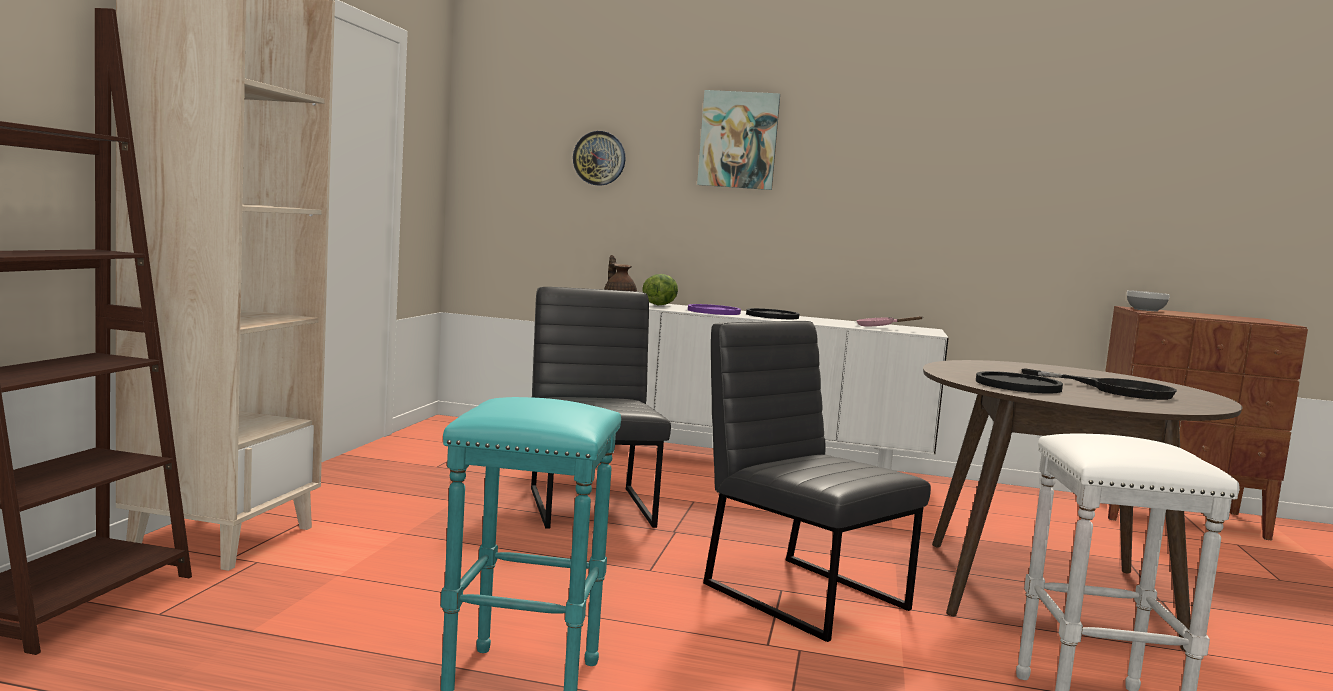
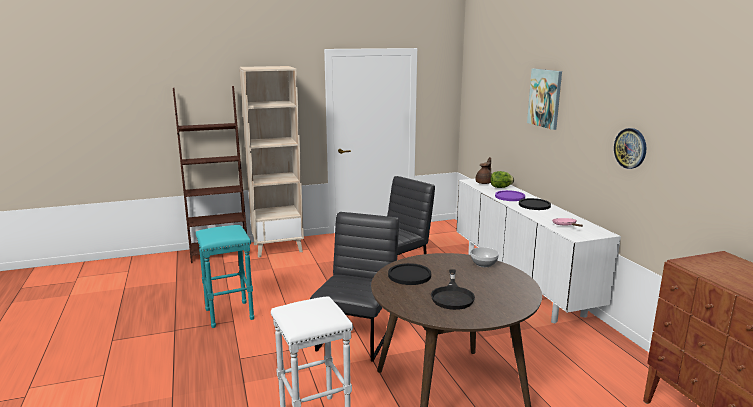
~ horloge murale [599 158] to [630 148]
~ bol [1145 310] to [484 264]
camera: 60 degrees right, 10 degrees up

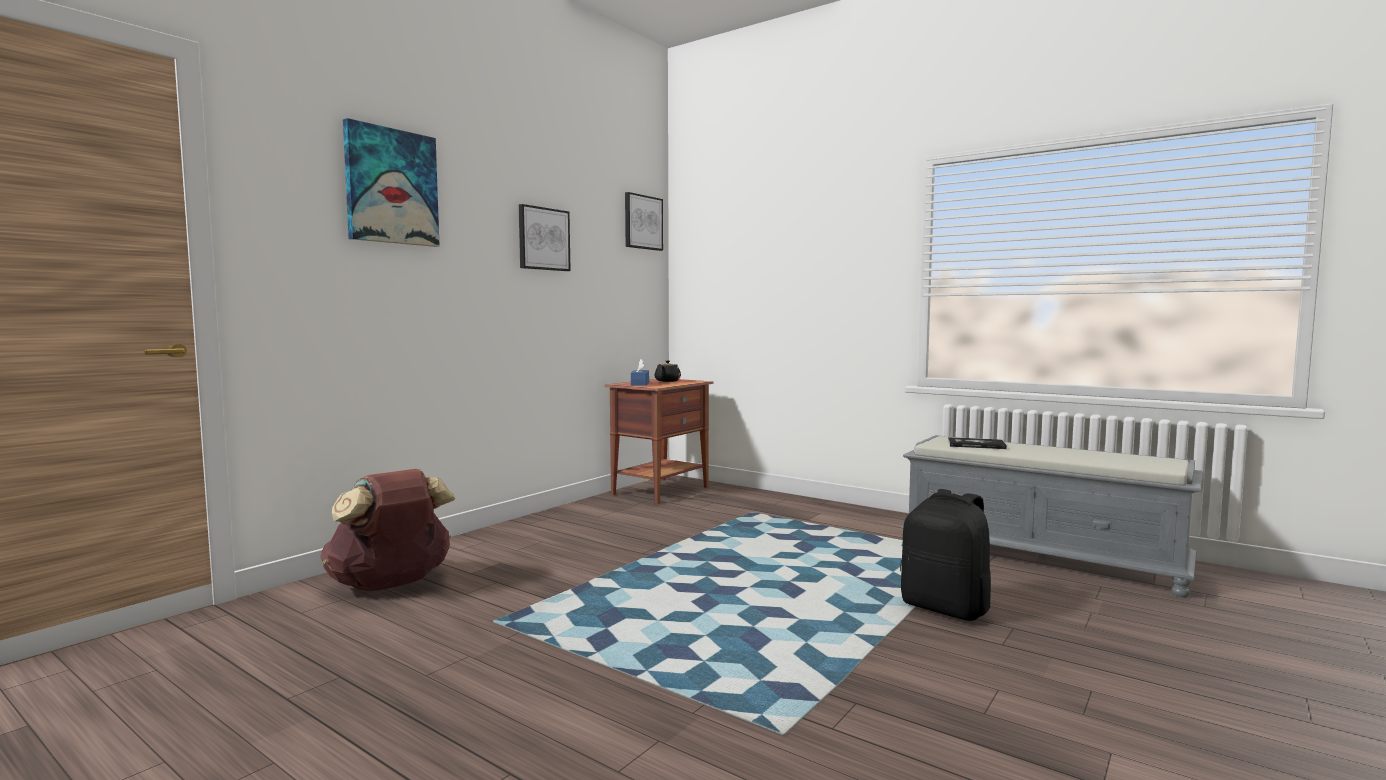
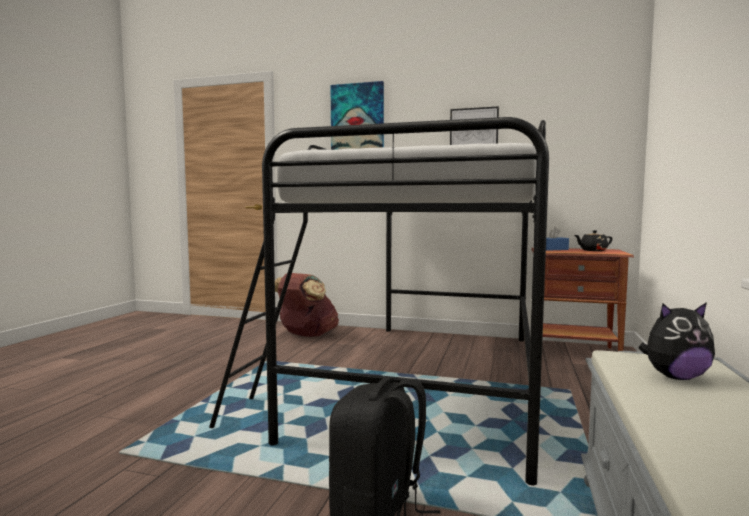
- tableau [642 222]
+ lit (noir) [427 379]
~ livre [976 445] to peluche [675 377]
camera: 70 degrees right, 0 degrees up

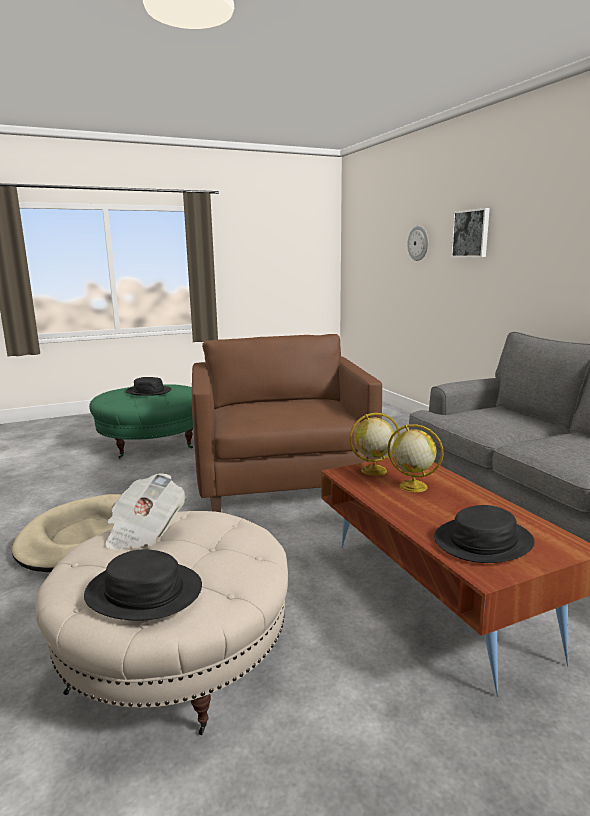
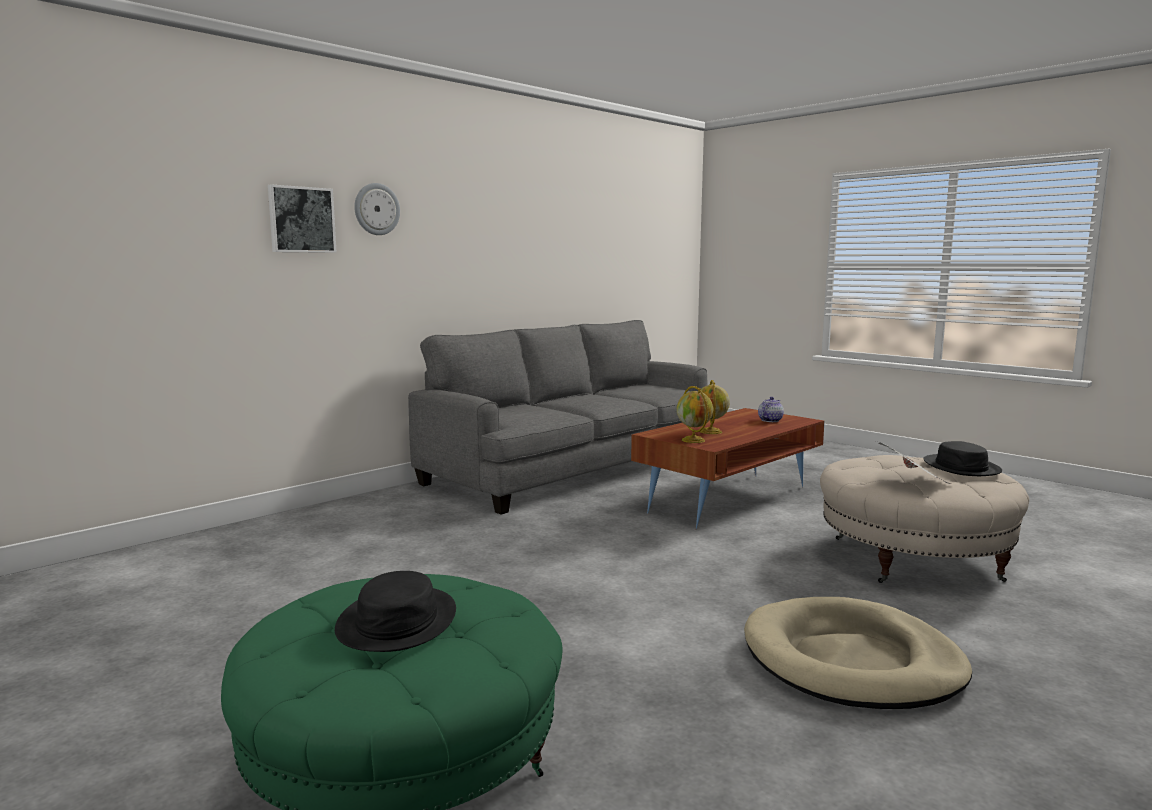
- fauteuil (marron) [282 480]
~ horloge murale [418 243] to [376 209]
~ chapeau (noir) [483 541] to théière [770 420]
camera: 110 degrees left, 5 degrees down

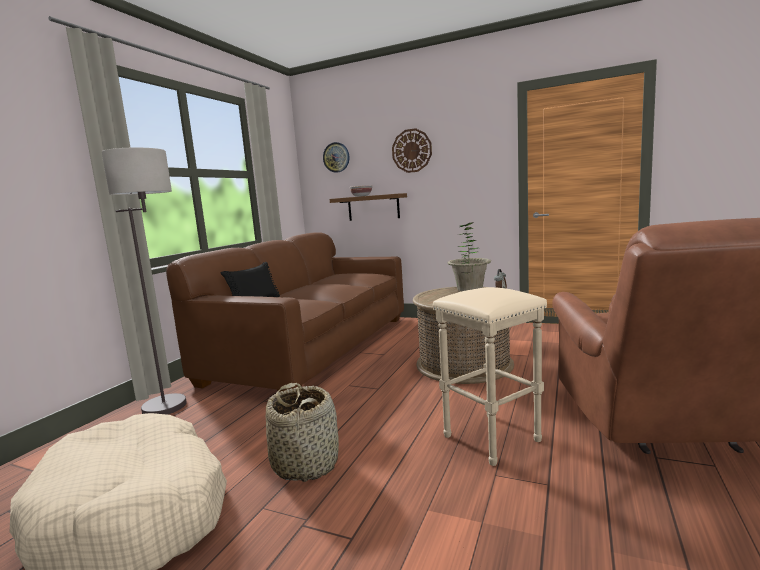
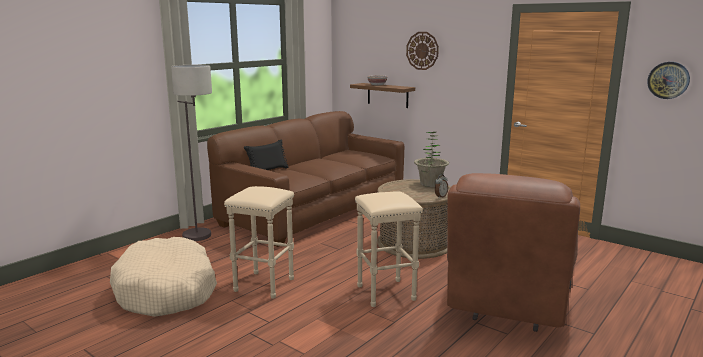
~ horloge murale [336 157] to [668 80]
~ panier [306 463] to tabouret (beige) [265 284]
camera: 15 degrees right, 5 degrees up

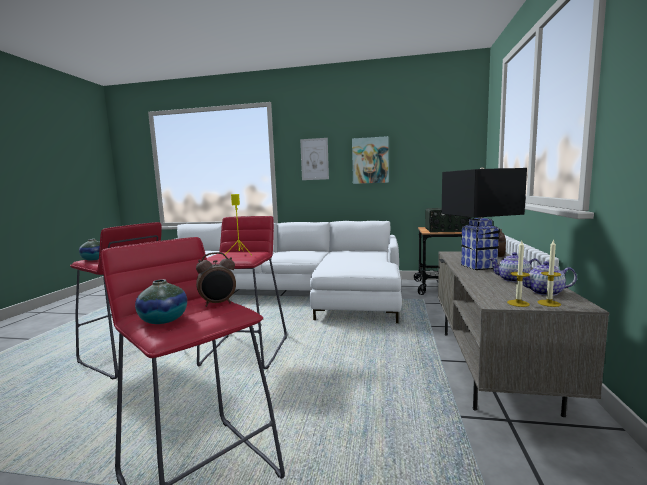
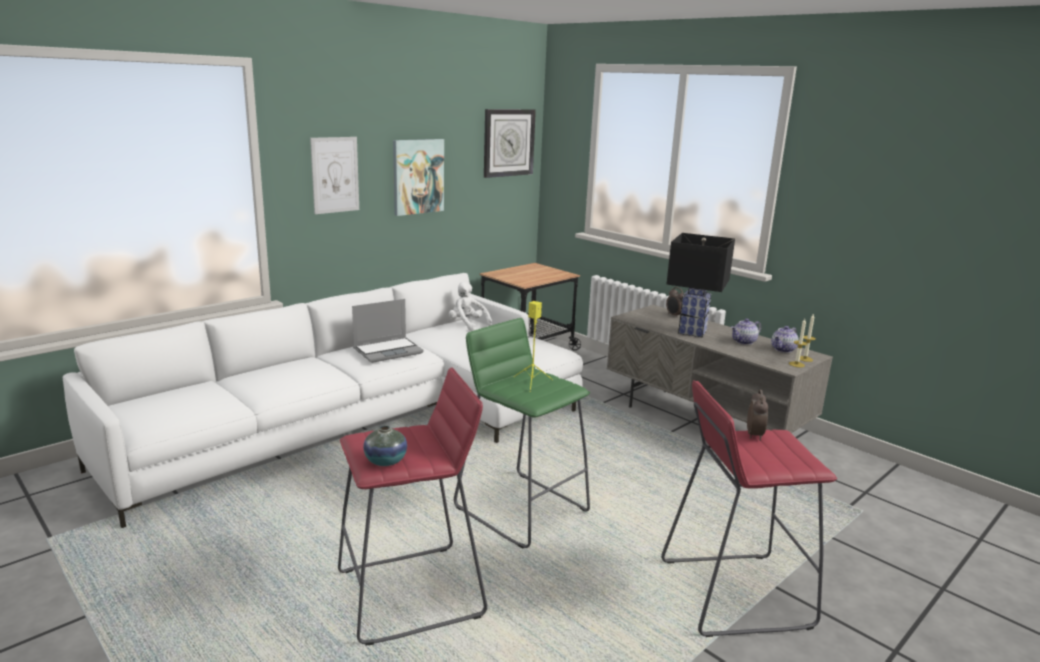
- vase [163 320]
- radio [447 230]
+ ordinateur portable [388 351]
+ peluche (blanc) [467 325]
+ horloge murale [508 142]
~ tabouret (rouge) [246 350] to tabouret (vert) [521 508]
camera: 55 degrees left, 10 degrees up

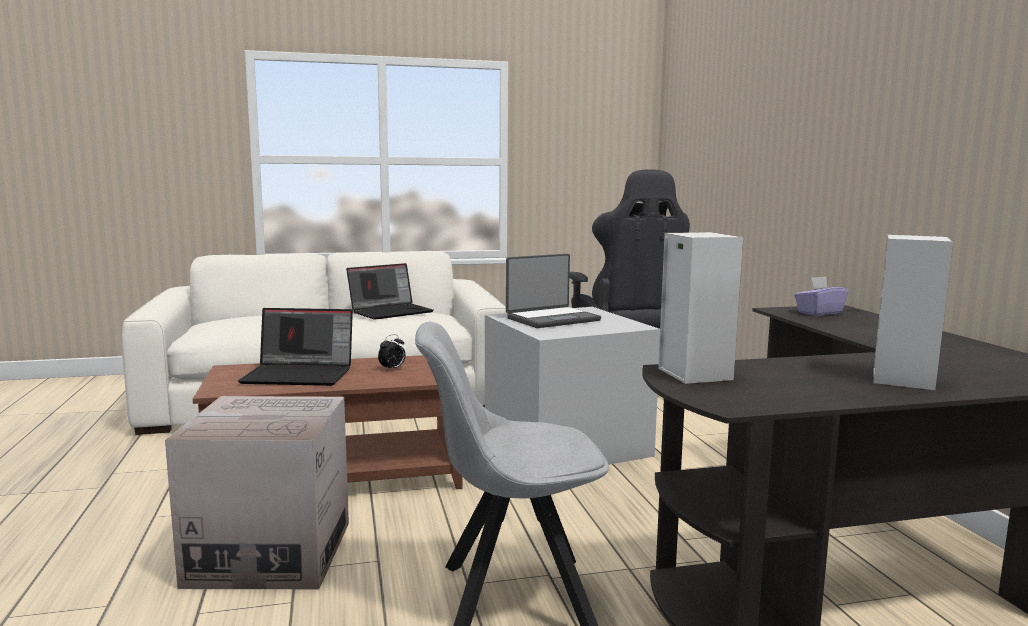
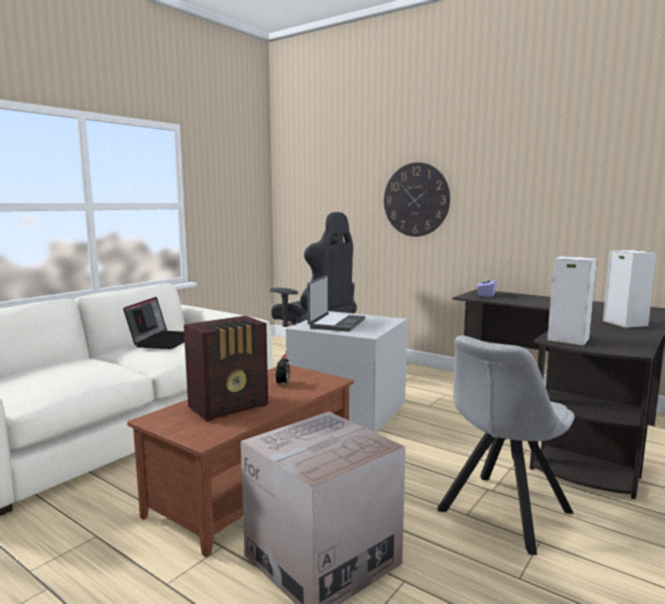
+ horloge murale [416 200]
~ ordinateur portable [300 375] to radio [230 406]
camera: 40 degrees left, 0 degrees up

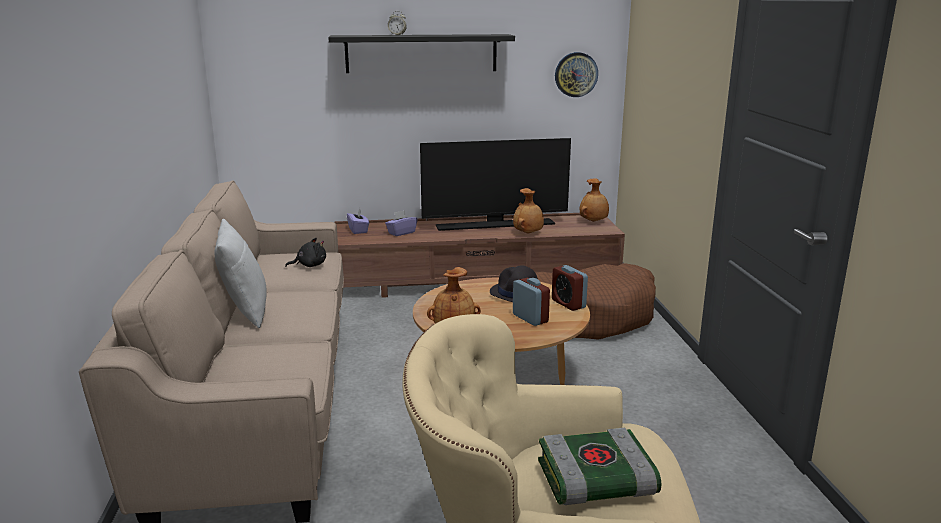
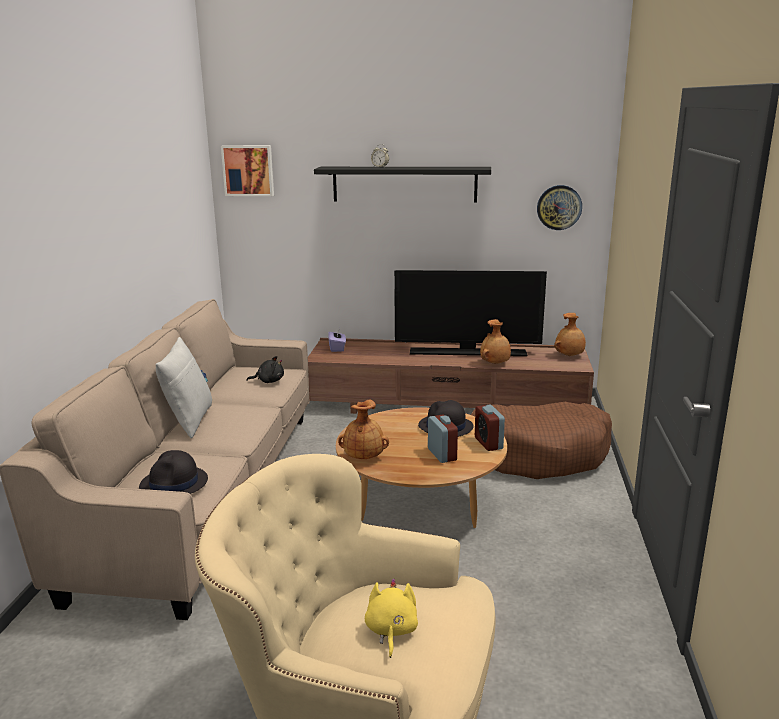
- boîte à mouchoirs (violet) [401 233]
+ chapeau (noir) [174 484]
+ tableau [248 170]
~ livre [595 481] to peluche (jaune) [391 631]
camera: 15 degrees right, 0 degrees up

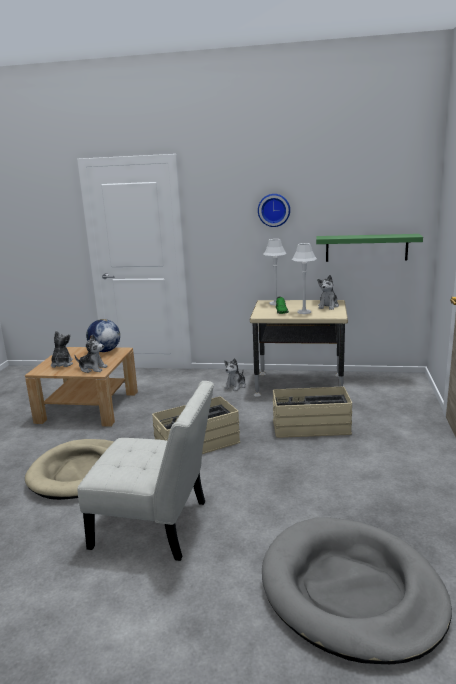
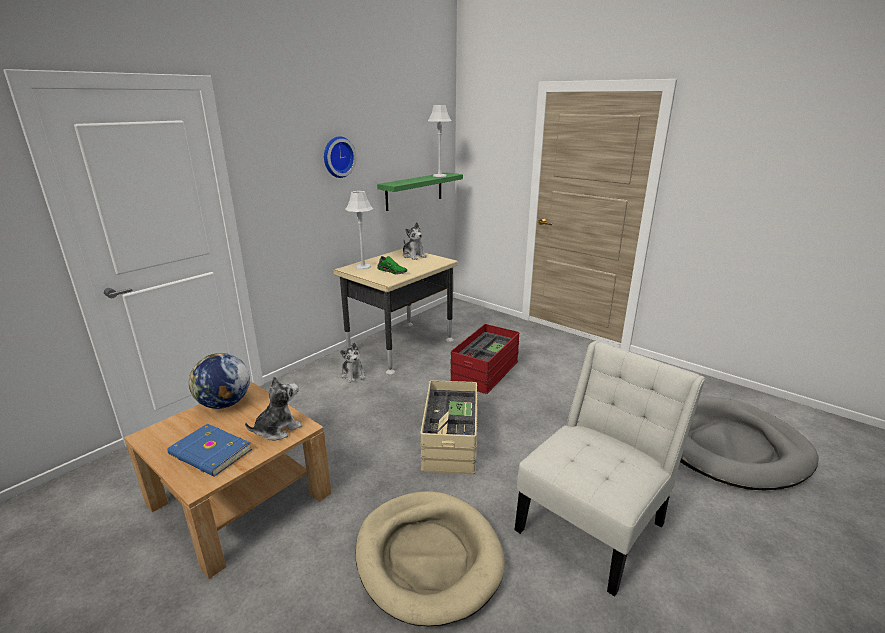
~ lampe de table (gris) [304 312] to [439 175]
~ peluche [62 364] to livre (bleu) [210 453]
~ boîte de rangement (beige) [310 426] to boîte de rangement (rouge) [485 371]
camera: 60 degrees left, 5 degrees up

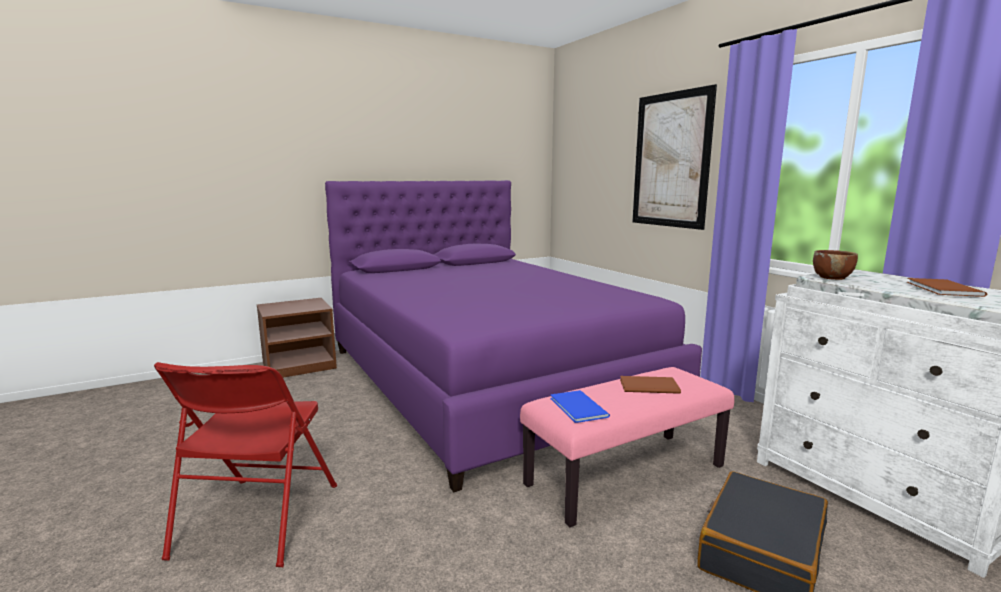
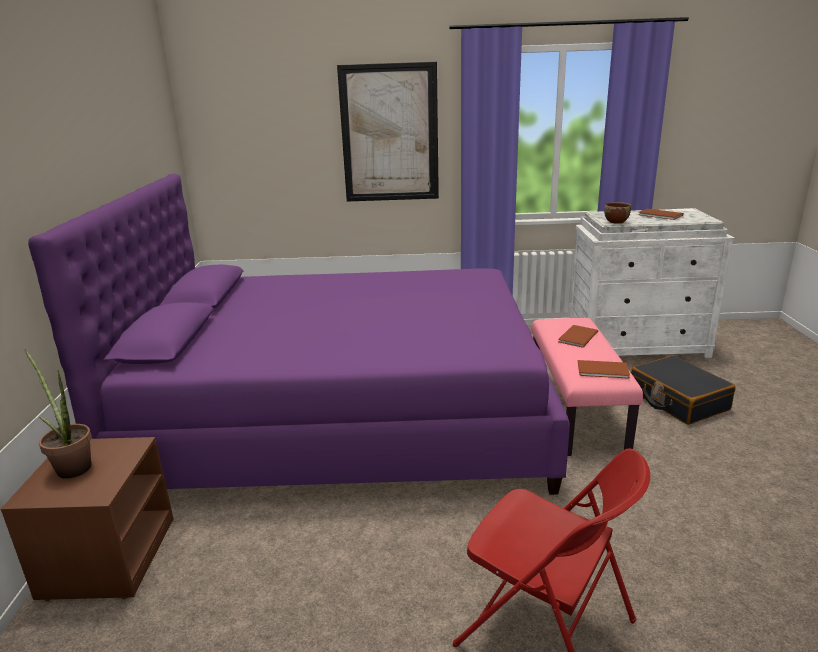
+ plante en pot [71 466]
~ livre (bleu) [577 408] to livre (marron) [604 371]
camera: 60 degrees left, 10 degrees up

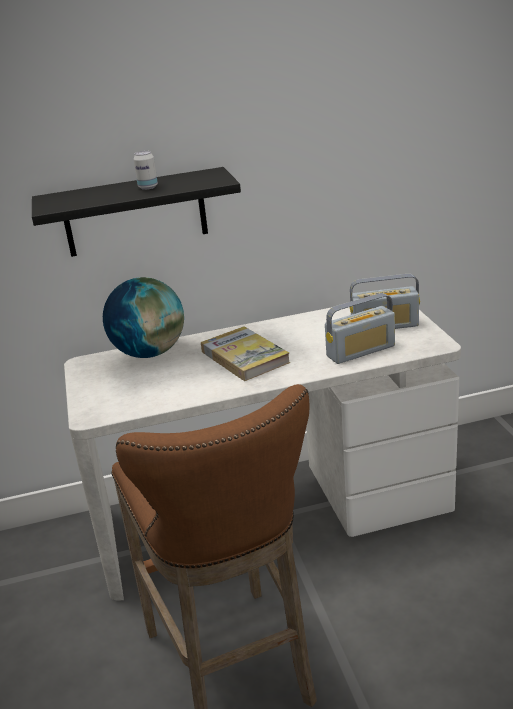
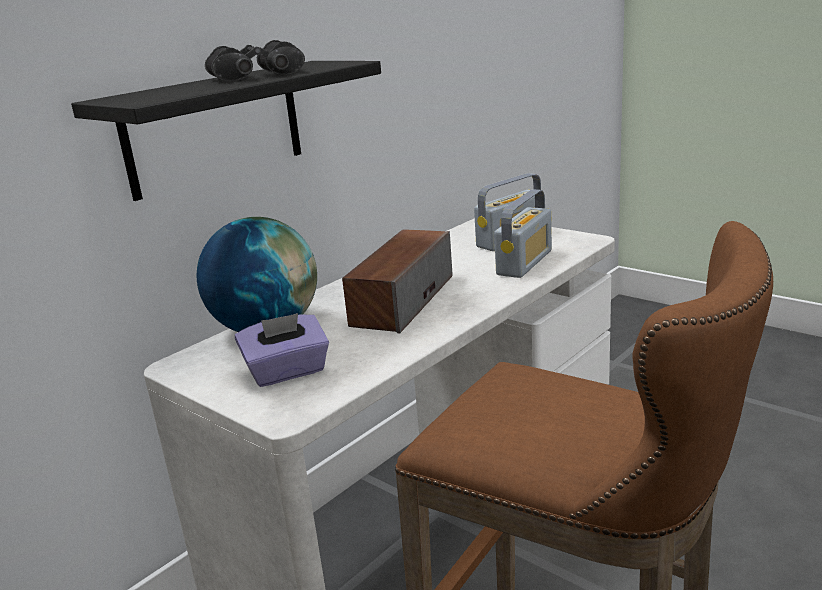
+ boîte à mouchoirs (violet) [287 372]
~ boîte métallique [148 187] to jumelles (noir) [257 76]
~ livre [244 357] to enceinte [402 300]
camera: 35 degrees left, 5 degrees down

